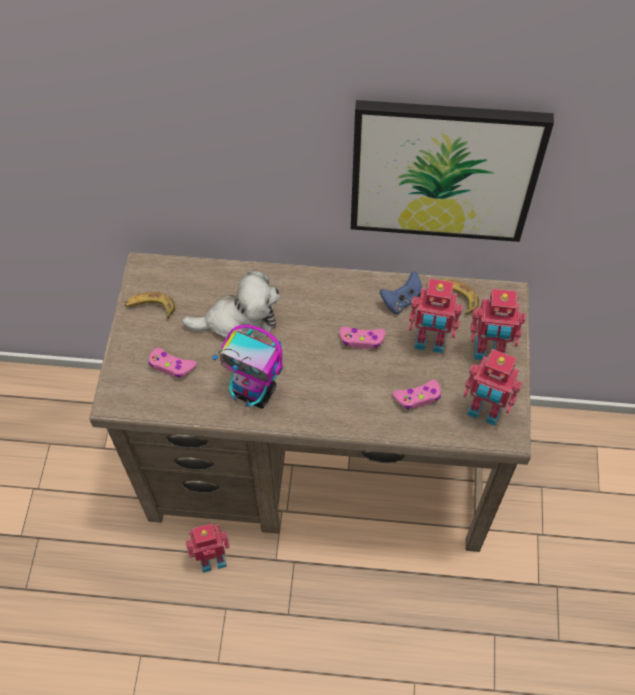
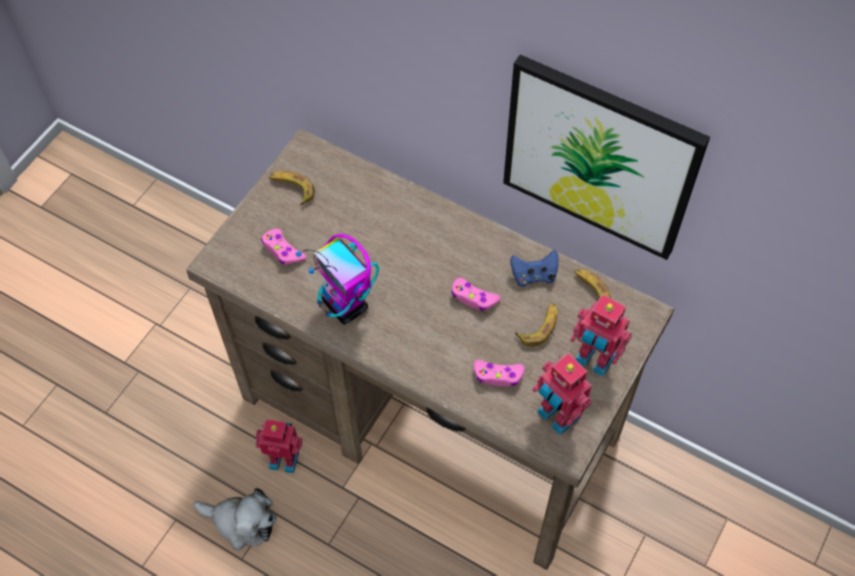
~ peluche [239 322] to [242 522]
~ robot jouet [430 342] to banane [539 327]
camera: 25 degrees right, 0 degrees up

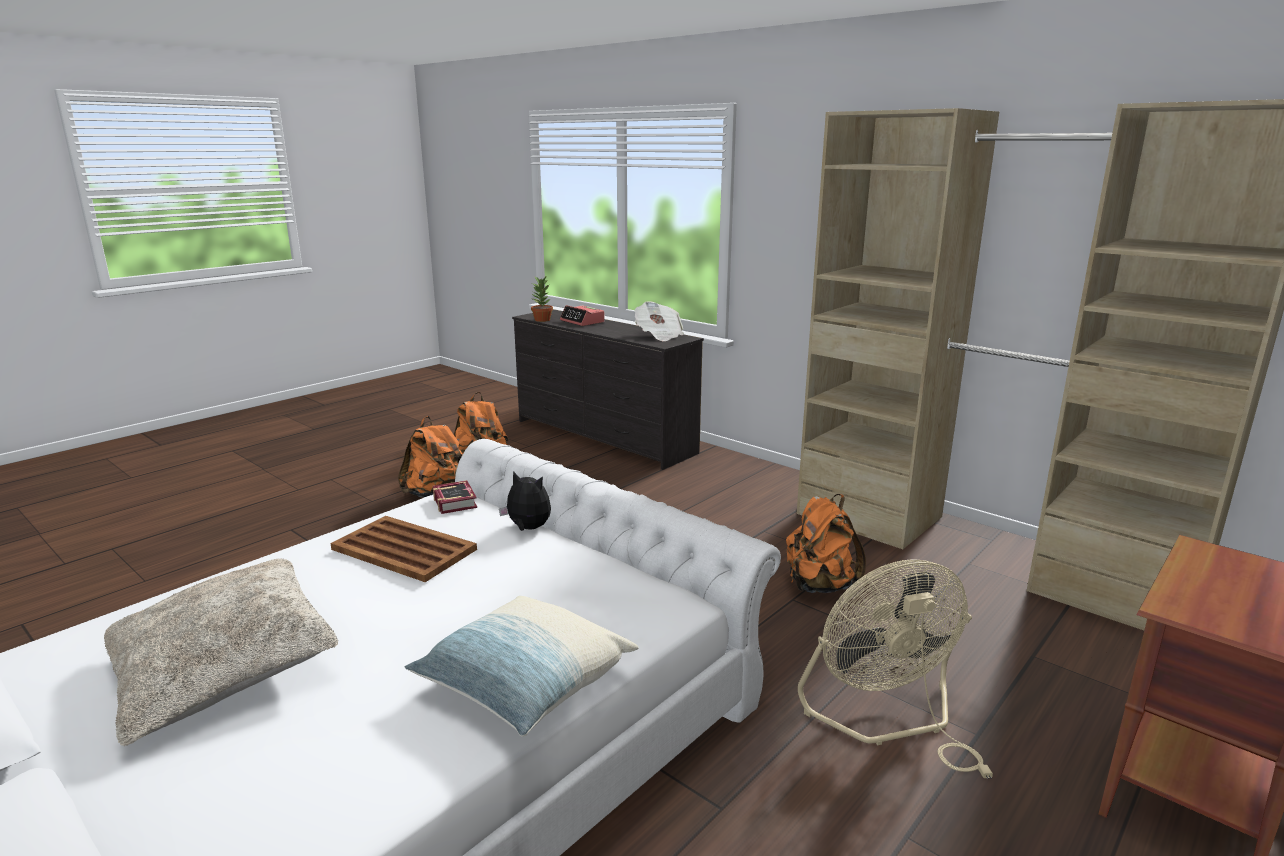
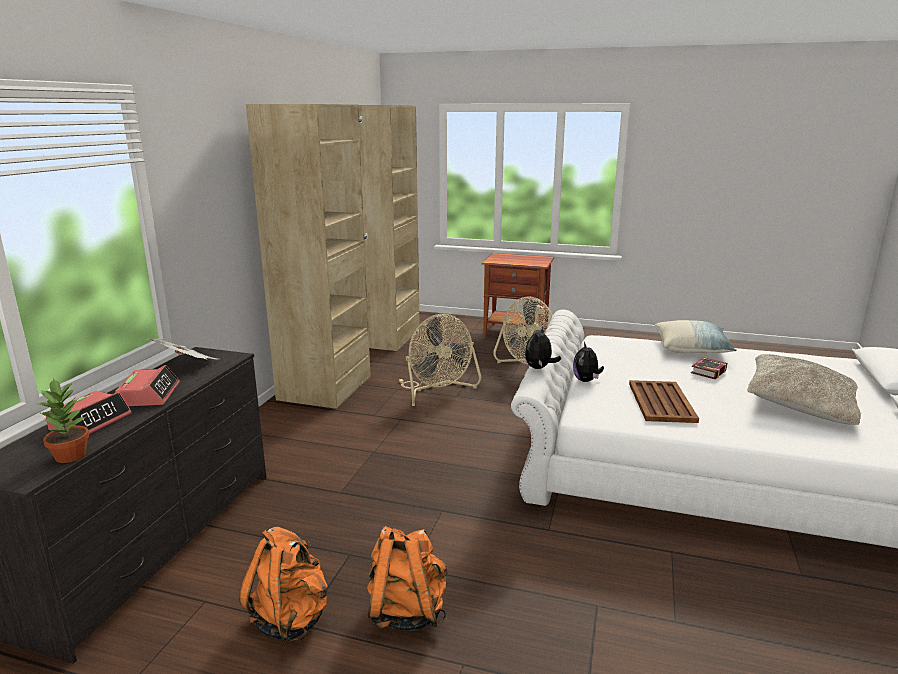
+ réveil [150 395]
+ peluche [539 368]
~ livre [455 501] to [707 372]
~ sac à dos (orange) [819 586] to ventilateur (beige) [434 391]
camera: 115 degrees left, 0 degrees up

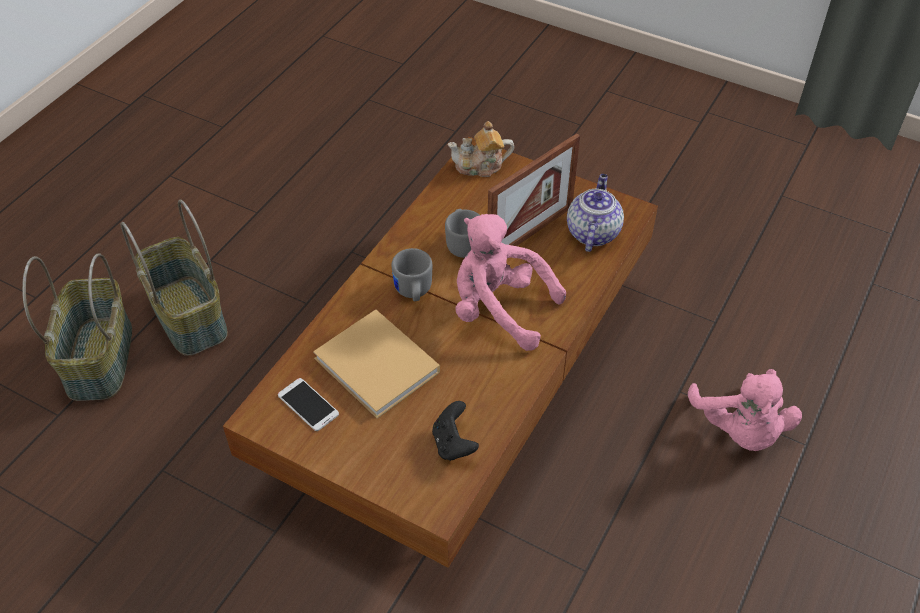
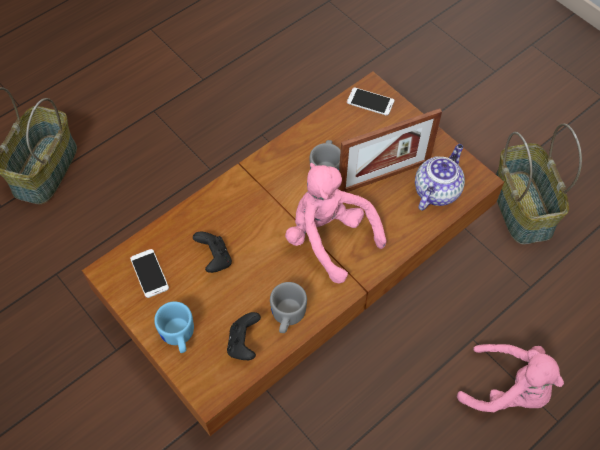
+ mug (bleu) [178 337]
~ panier [190 316] to [523 208]
~ mug (gris) [413 292] to [286 317]
~ livre (beige) [379 367] to manette (noir) [215 259]
~ théière [480 166] to téléphone [370 102]
~ peluche (rose) [739 430] = [507 389] 75 degrees counterclockwise
camera: 20 degrees right, 10 degrees up

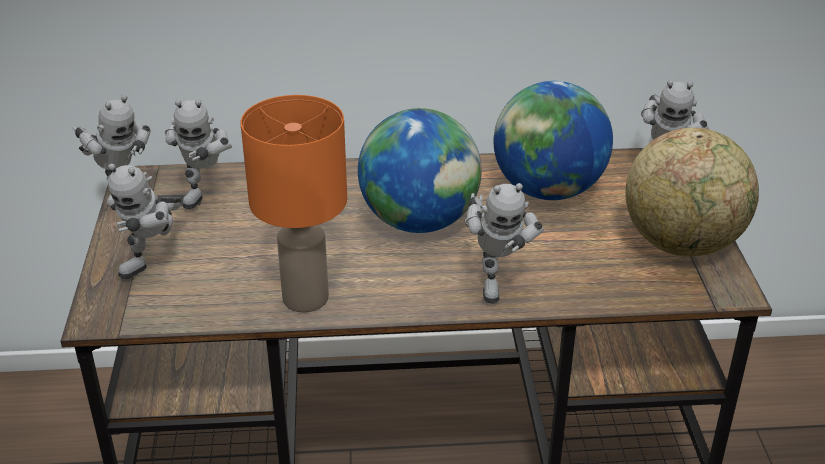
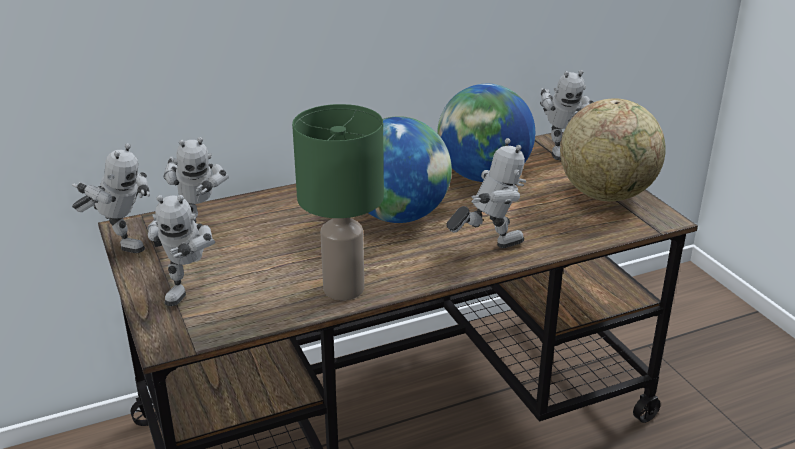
~ lampe de table (orange) [305 299] to lampe de table (vert) [344 289]
~ robot jouet [496 280] = [488 245] 90 degrees counterclockwise
camera: 20 degrees left, 5 degrees down

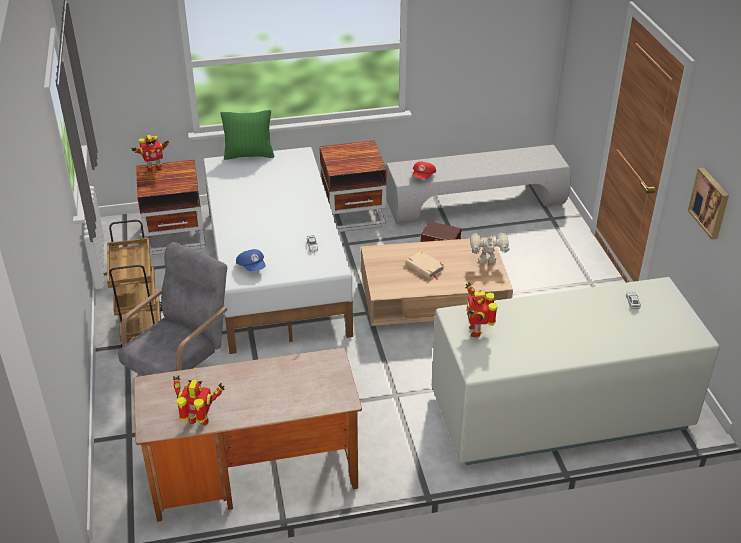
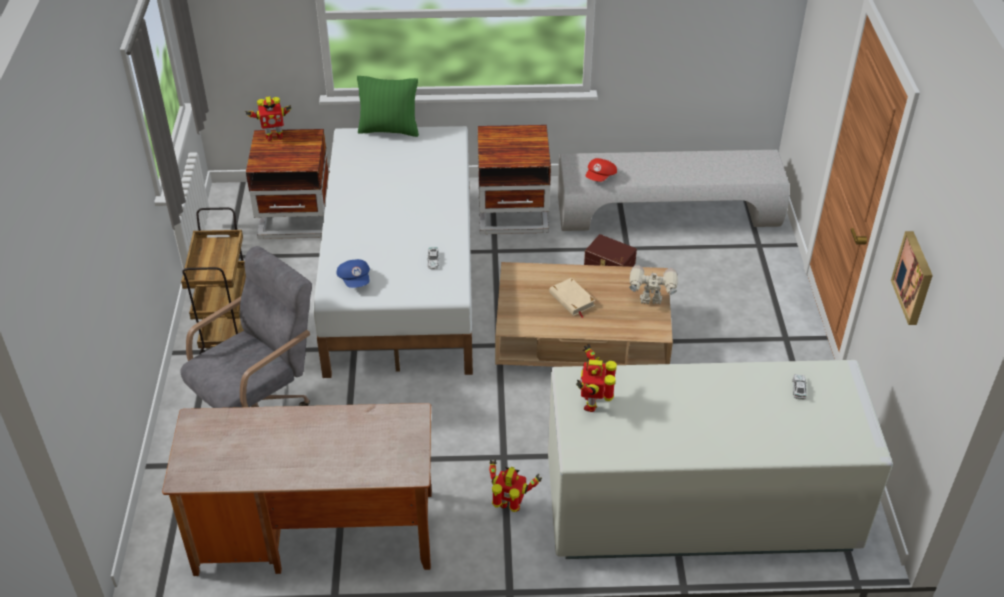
~ robot jouet [199 422] to [510 507]
camera: 10 degrees right, 5 degrees up

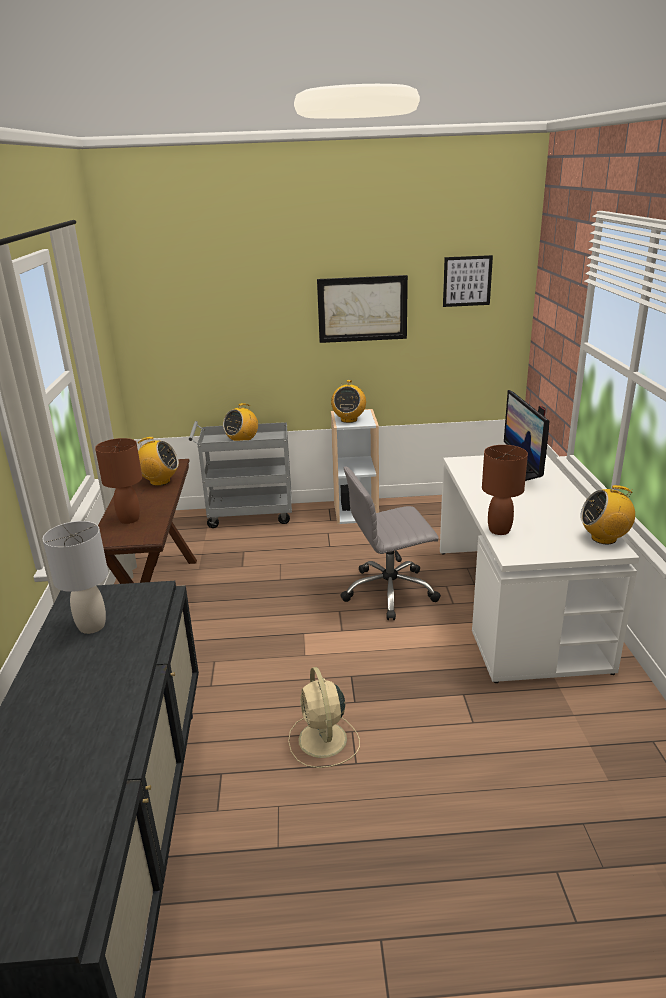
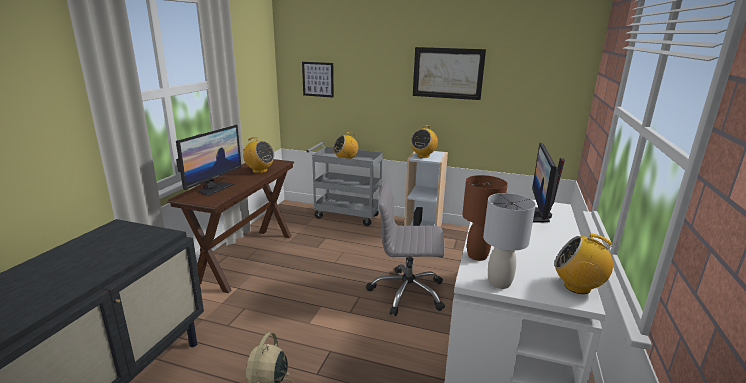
~ lampe de table (gris) [92 626] to [499 282]
~ tableau [467 281] to [318 79]
~ lampe de table (marron) [129 519] to écran d'ordinateur [213 188]
camera: 20 degrees right, 5 degrees down

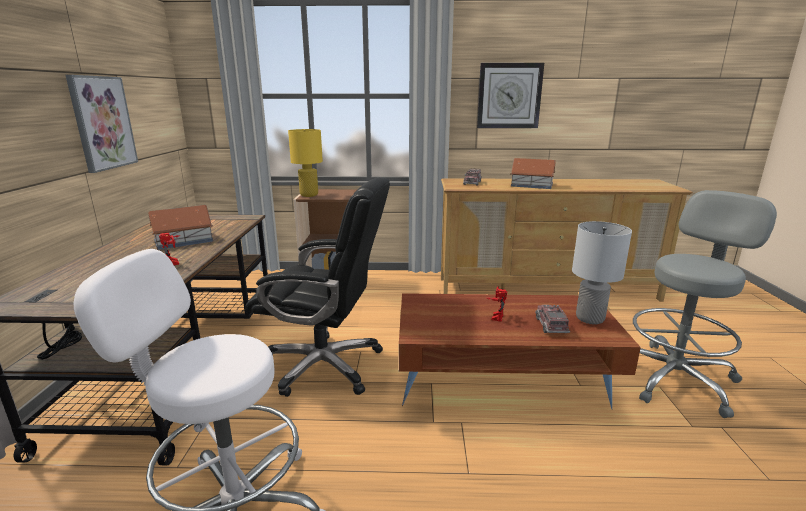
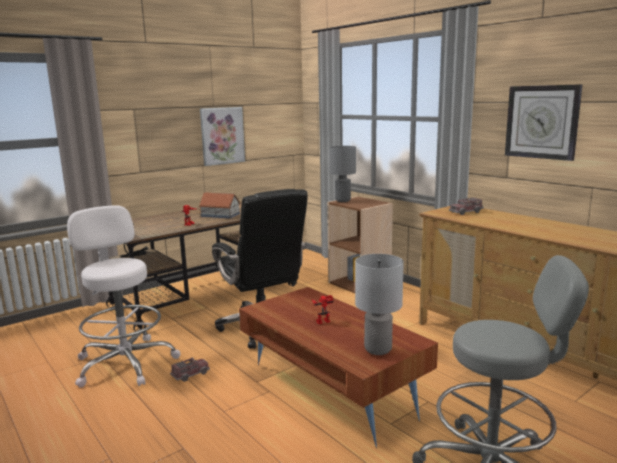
- maison miniature [532 185]
~ camion jouet [551 325] to [190 374]
~ lampe de table (jaune) [309 196] to lampe de table (gris) [343 201]
camera: 50 degrees right, 5 degrees down

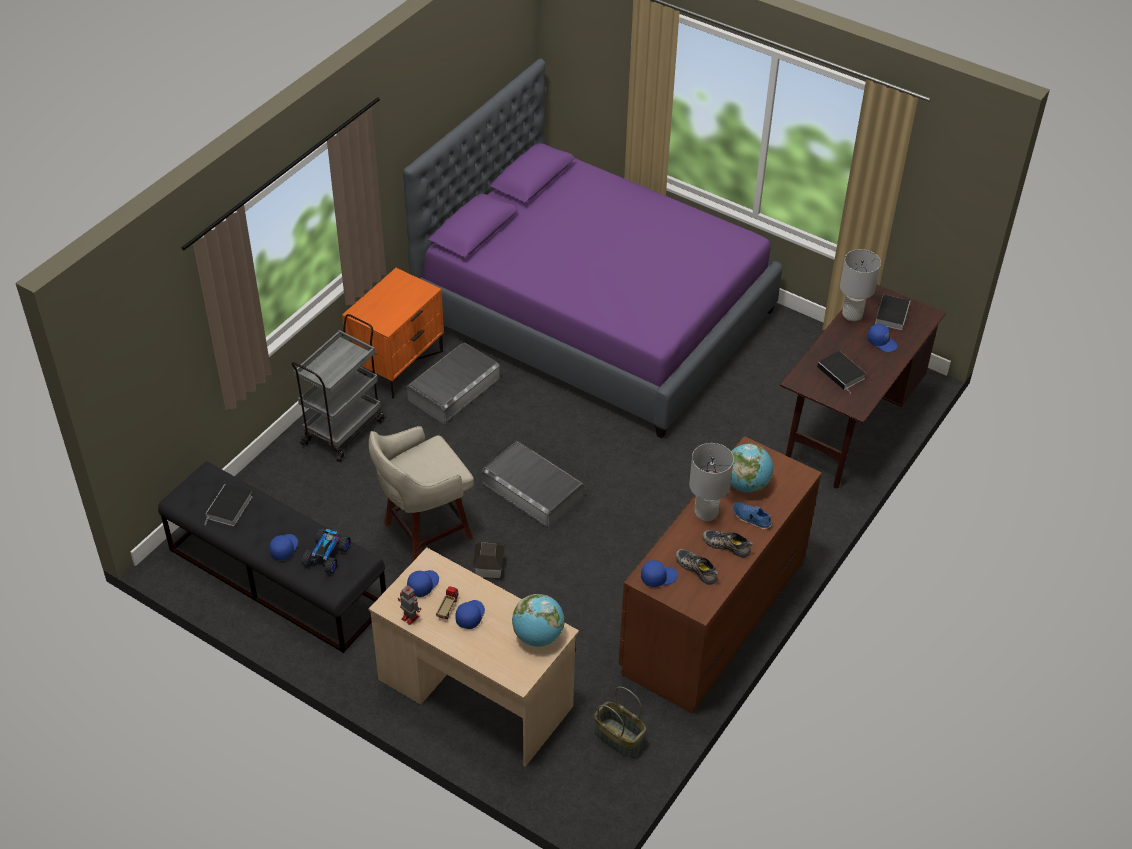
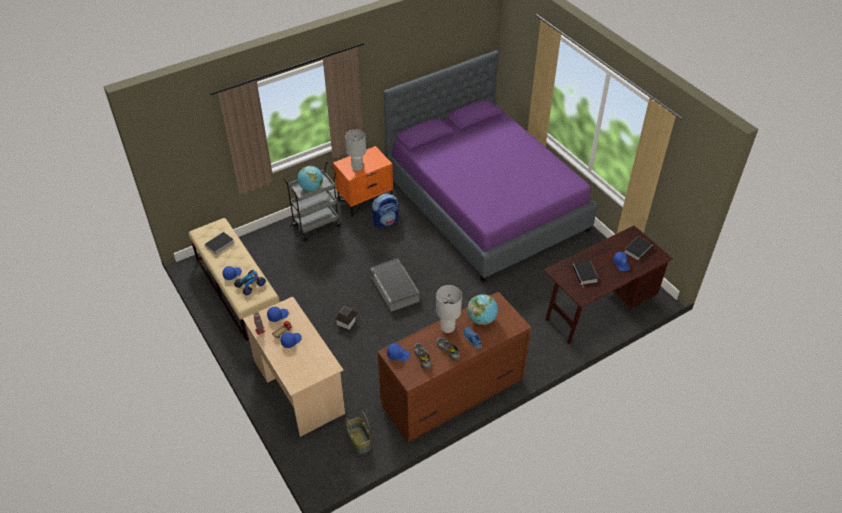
- tabouret (beige) [424 533]
~ globe [538 636] to [311 188]
~ lampe de table (gris) [851 316] to [357 168]
~ boîte de rangement (gris) [453 389] to sac à dos [386 221]
~ banc (noir) [276 577] to banc (beige) [238 290]
camera: 25 degrees right, 0 degrees up

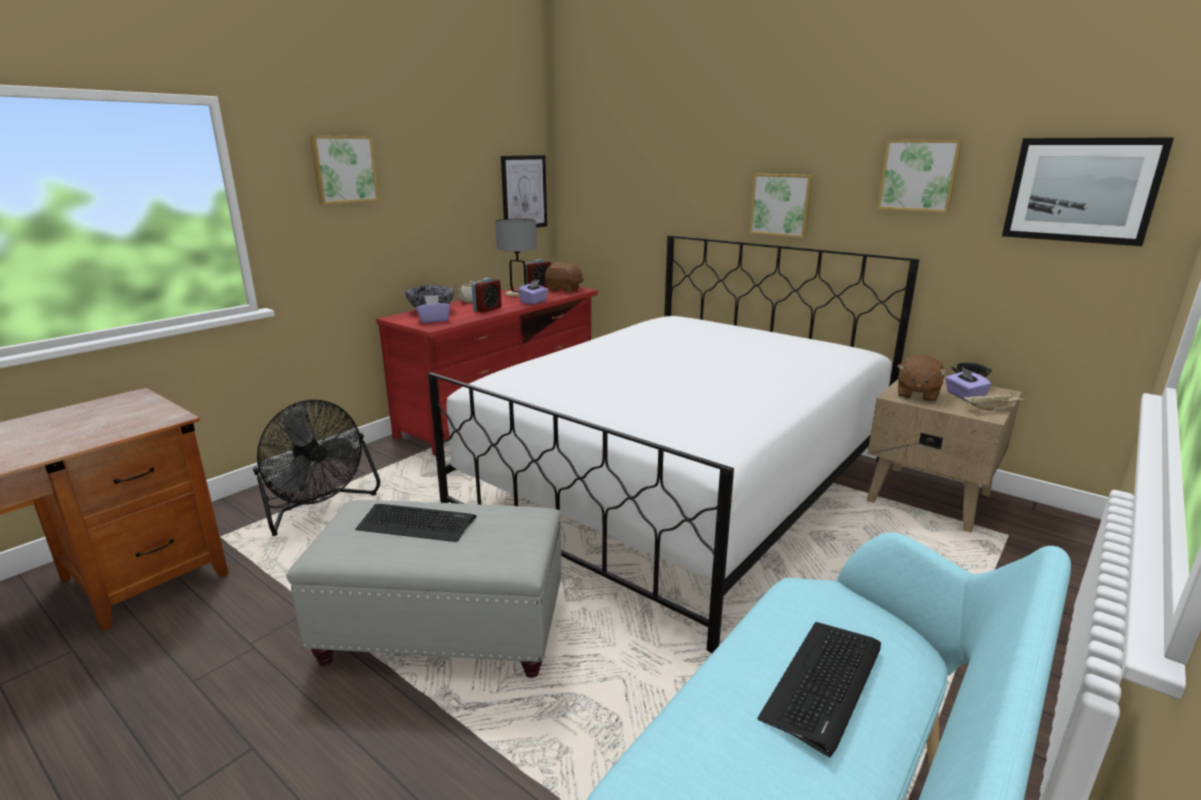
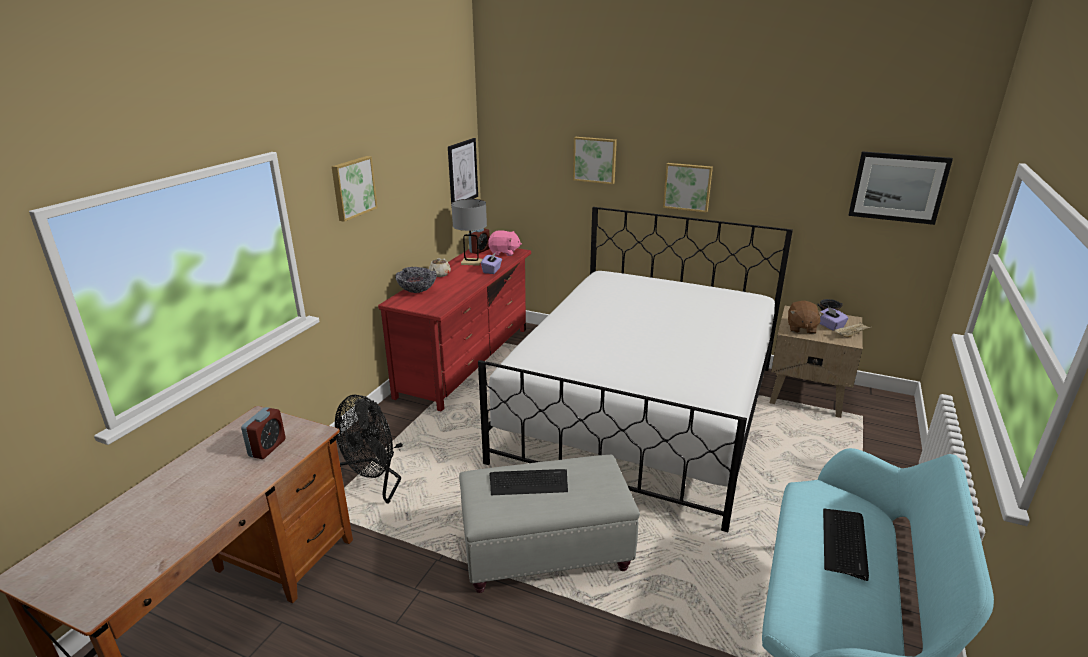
- boîte à mouchoirs (violet) [433 320]
~ réveil [487 309] to [267 448]
~ tableau [919 175] to [595 159]
~ peluche (marron) [564 290] to peluche (rose) [504 253]
~ ventilateur (noir) [313 508] = [375 474] 105 degrees clockwise
camera: 15 degrees left, 5 degrees up

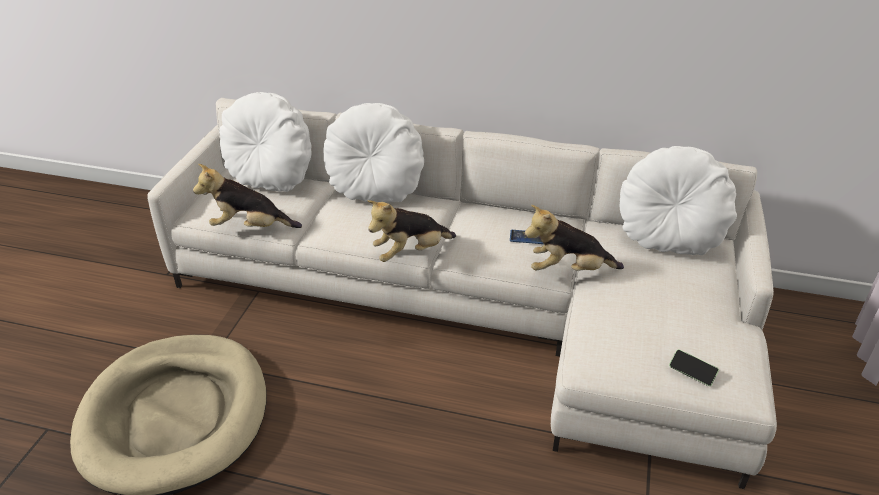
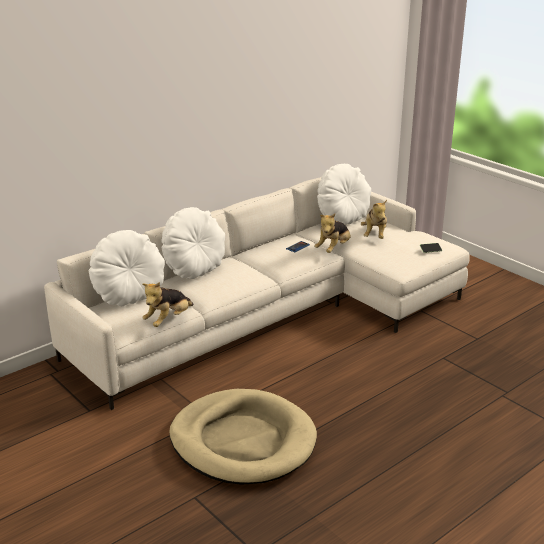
~ peluche [410 253] to [374 235]
camera: 55 degrees left, 10 degrees down

